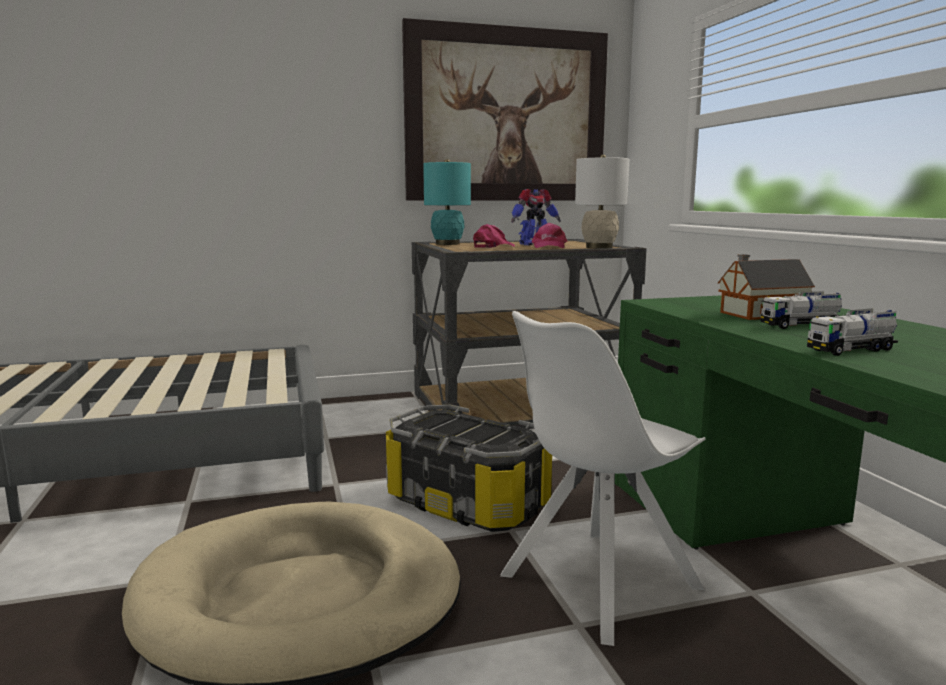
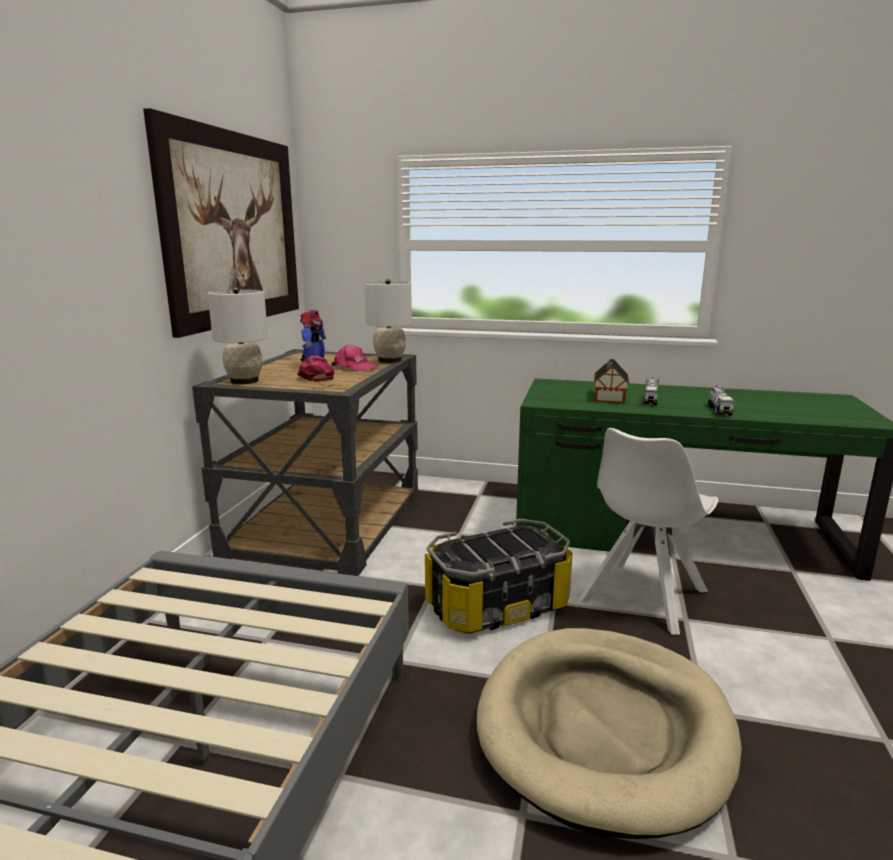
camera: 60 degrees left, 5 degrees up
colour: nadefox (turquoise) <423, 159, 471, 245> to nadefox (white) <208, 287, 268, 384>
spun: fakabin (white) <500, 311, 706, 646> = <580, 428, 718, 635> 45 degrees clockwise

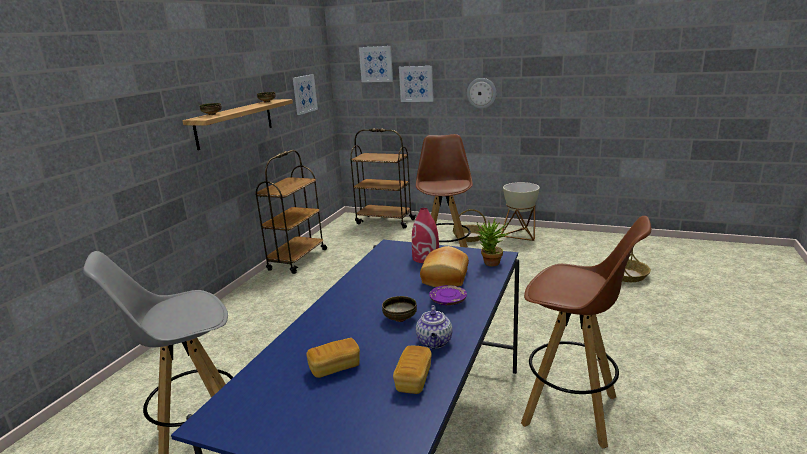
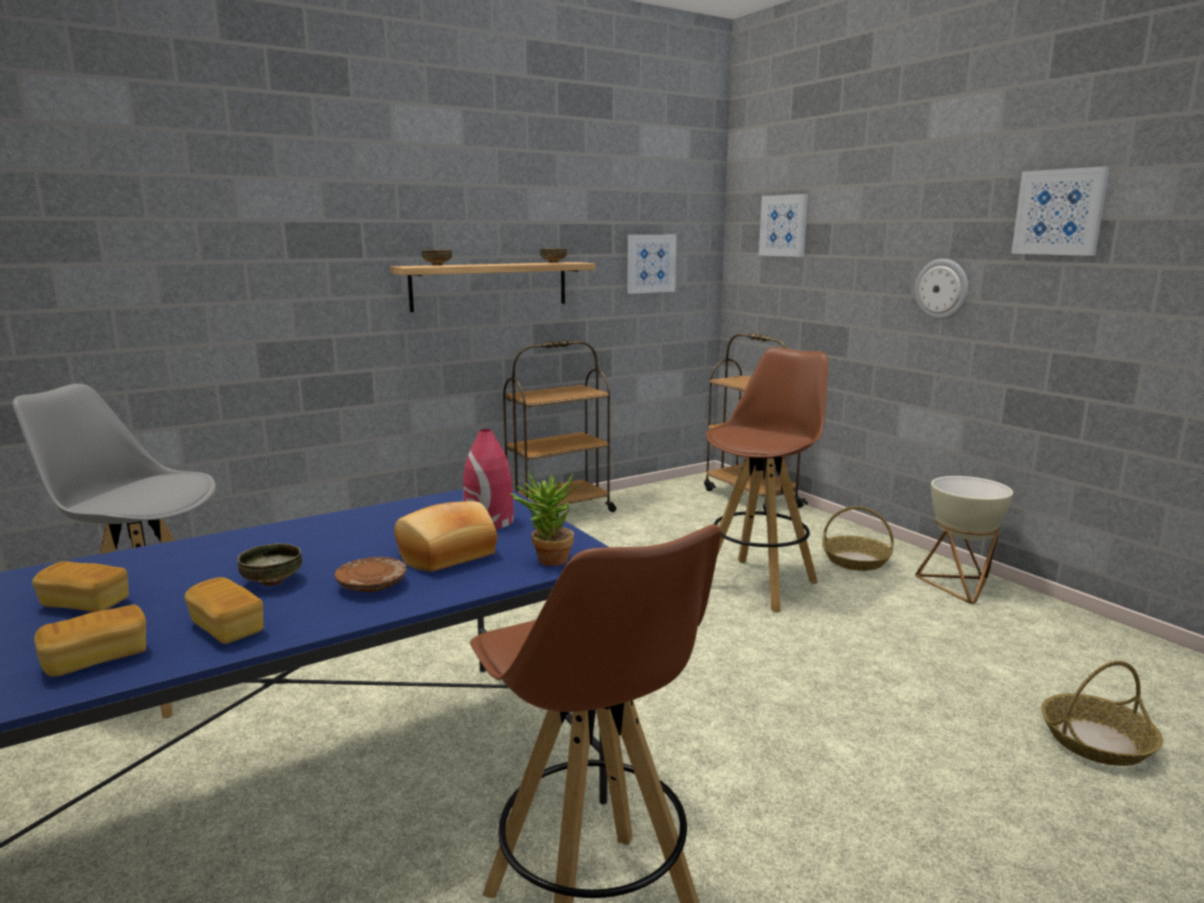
camera: 35 degrees right, 5 degrees down
relocated: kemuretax <399, 66, 434, 102> to <1011, 166, 1110, 256>
exchanged: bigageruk <416, 305, 453, 349> to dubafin <185, 577, 264, 644>
colour: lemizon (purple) <429, 285, 467, 306> to lemizon (brown) <335, 557, 407, 592>

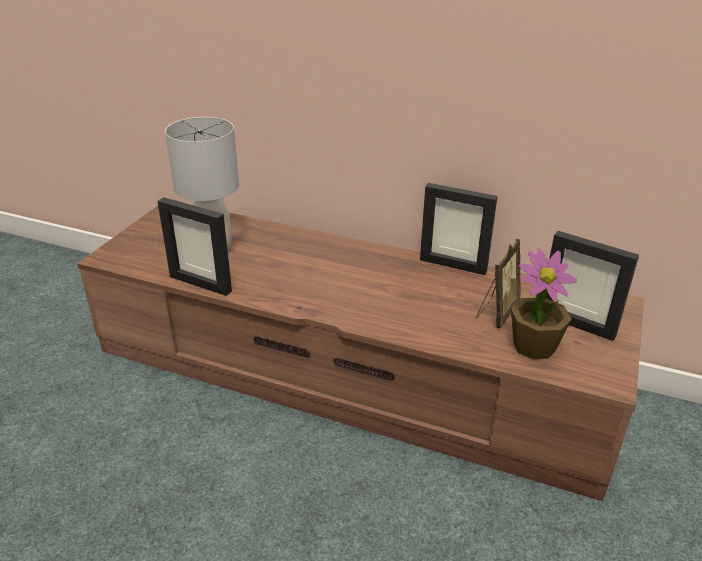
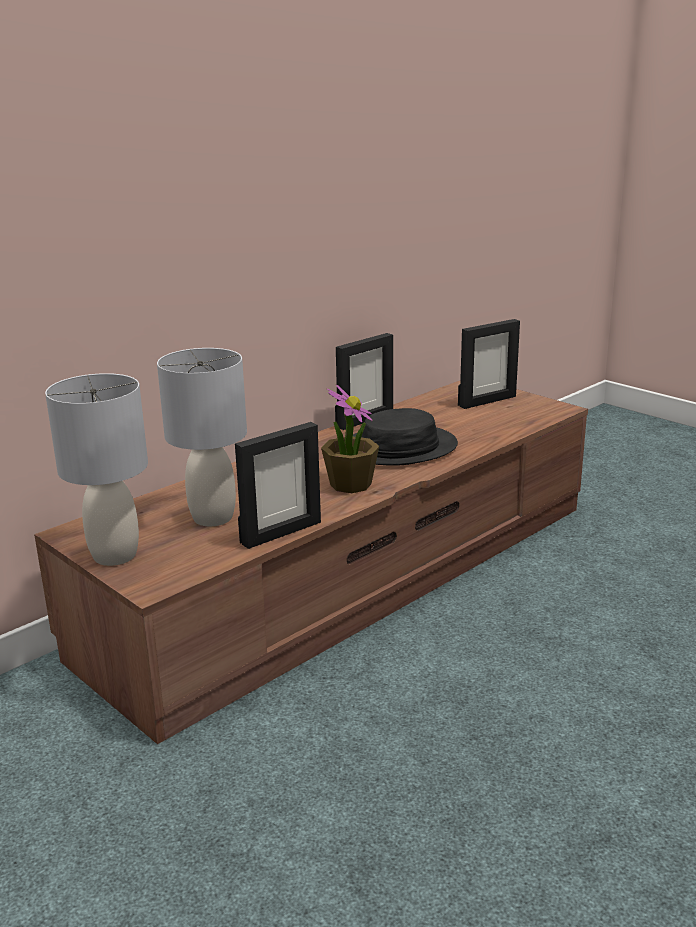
camera: 65 degrees left, 10 degrees down
missing: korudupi <476, 239, 521, 329>
appeared: nadefox (grey) <45, 373, 148, 566>; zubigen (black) <353, 408, 458, 466>
relocated: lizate <511, 248, 577, 359> to <321, 384, 379, 493>

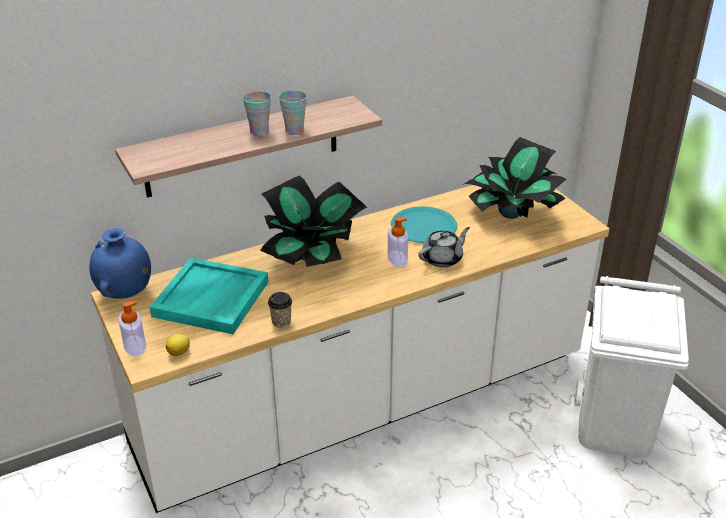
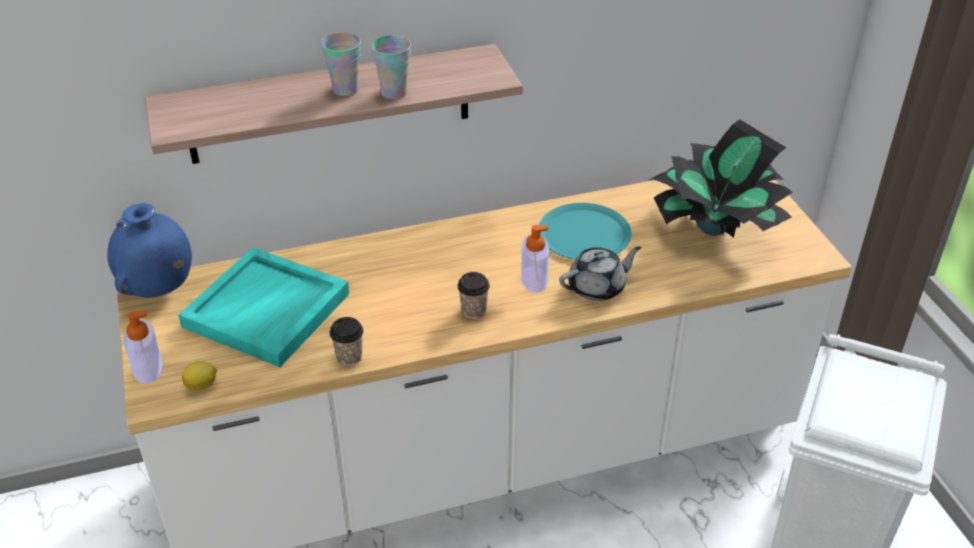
camera: 10 degrees right, 5 degrees up
missing: lizate <260, 175, 368, 267>
appeared: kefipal <457, 272, 490, 319>

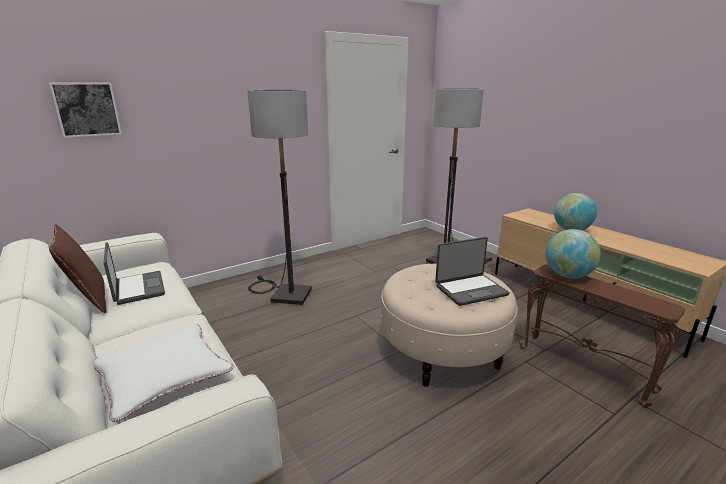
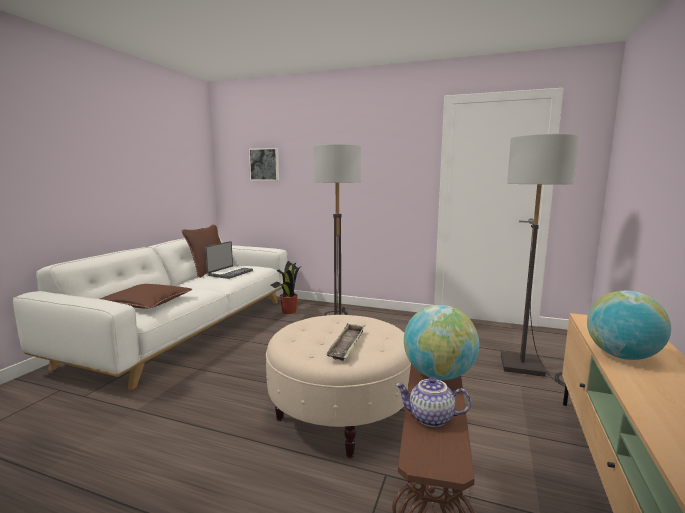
camera: 55 degrees right, 10 degrees down
appeared: lizate <271, 261, 300, 314>; bigageruk <395, 377, 471, 427>
exchanged: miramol <435, 237, 510, 306> to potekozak <326, 323, 364, 361>
colour: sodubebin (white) <93, 324, 233, 422> to sodubebin (brown) <100, 284, 192, 308>

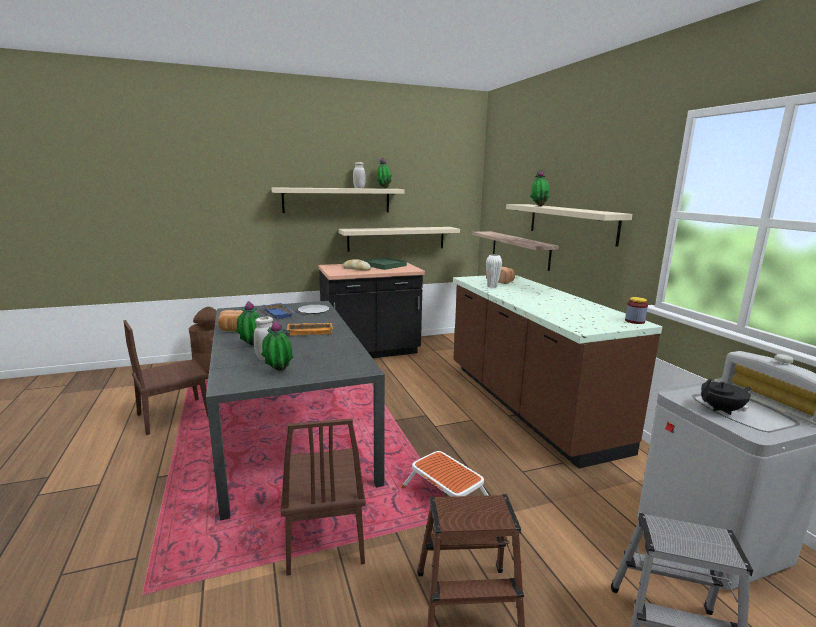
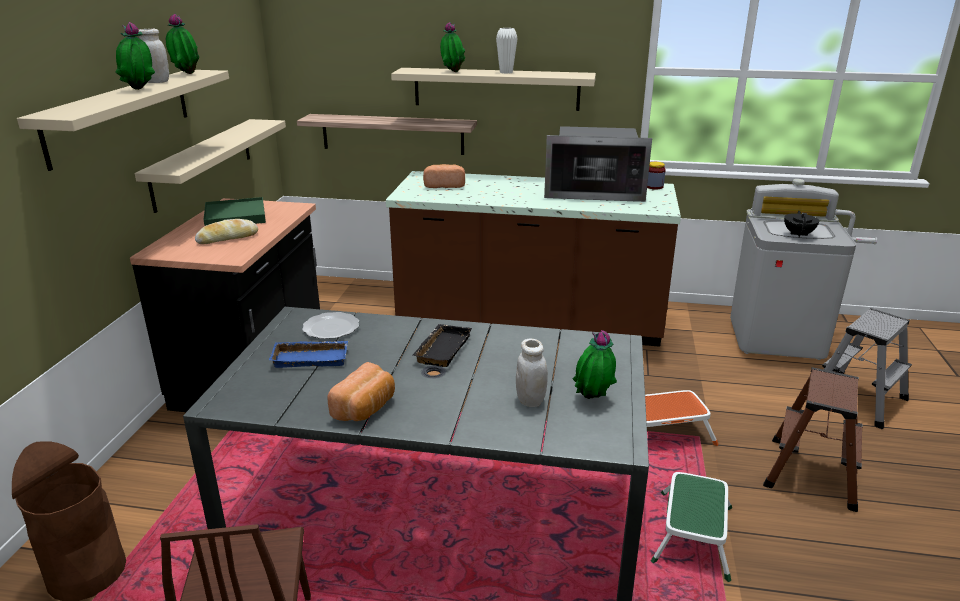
camera: 60 degrees left, 10 degrees up
appeared: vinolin <544, 126, 652, 202>
relocated: lizate <236, 301, 260, 346> to <115, 22, 155, 90>; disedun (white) <486, 255, 502, 288> to <496, 28, 518, 74>
exchanged: fakabin (brown) <281, 418, 366, 575> to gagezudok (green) <651, 472, 732, 582>
colour: potekozak (orange) <287, 323, 333, 335> to potekozak (black) <412, 324, 472, 367>

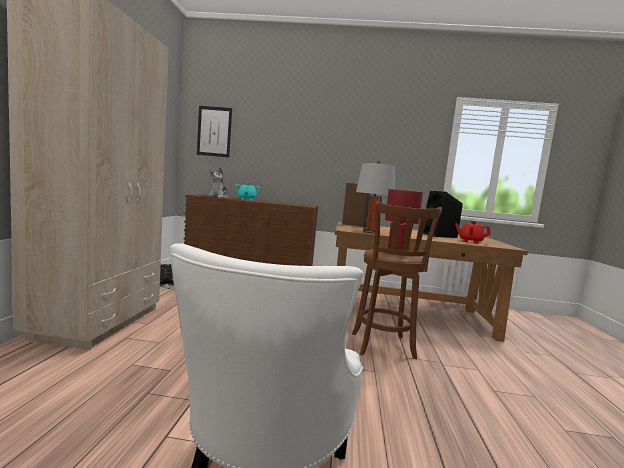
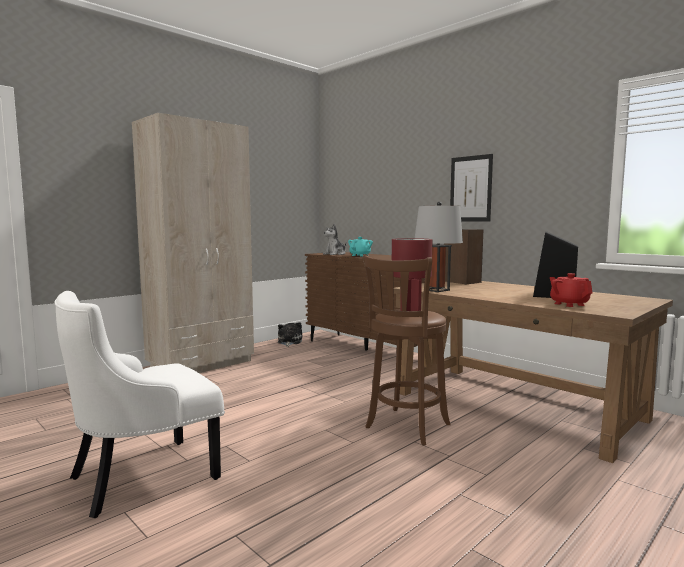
camera: 40 degrees right, 0 degrees up
relocated: kemuretax <197, 106, 232, 157> to <450, 154, 493, 222>

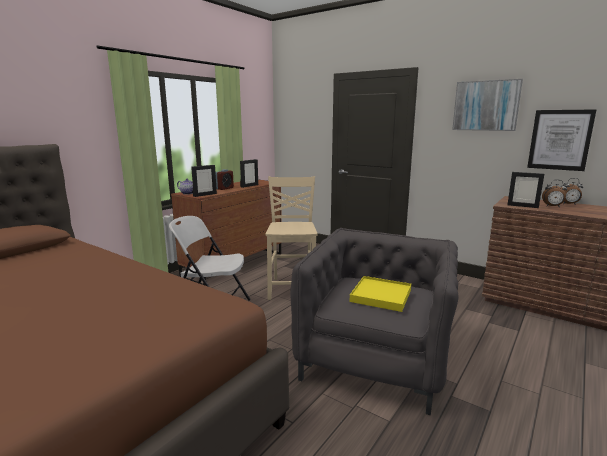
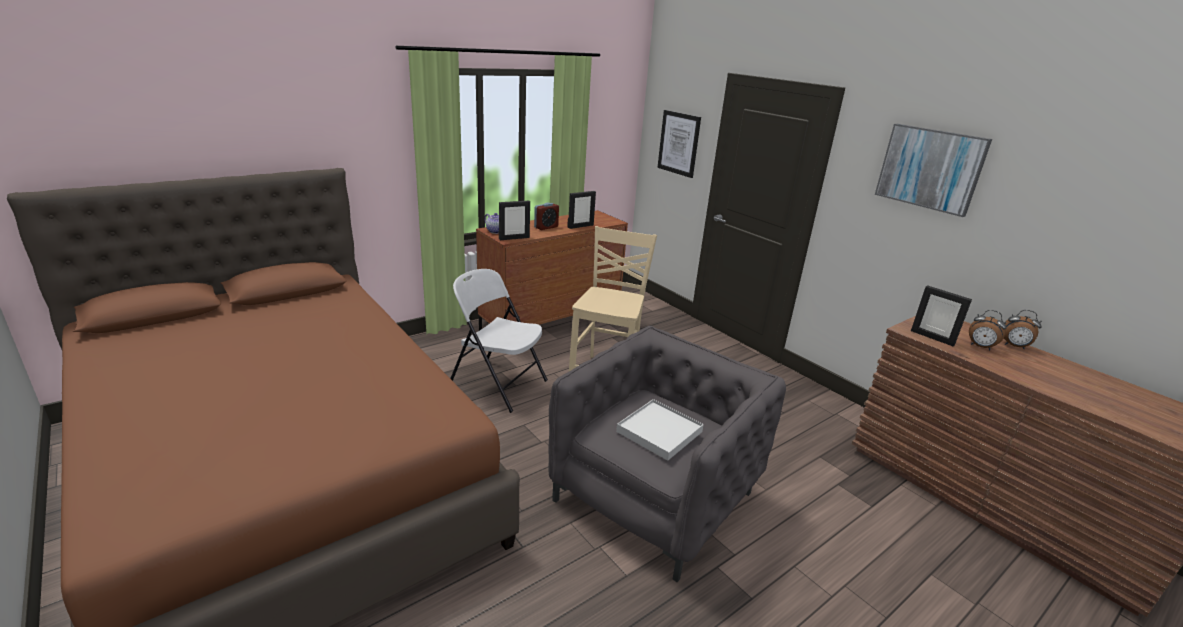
camera: 15 degrees right, 10 degrees up
relocated: kemuretax <527, 109, 596, 171> to <657, 110, 701, 178>
colour: potekozak (yellow) <350, 276, 411, 312> to potekozak (white) <616, 399, 704, 461>

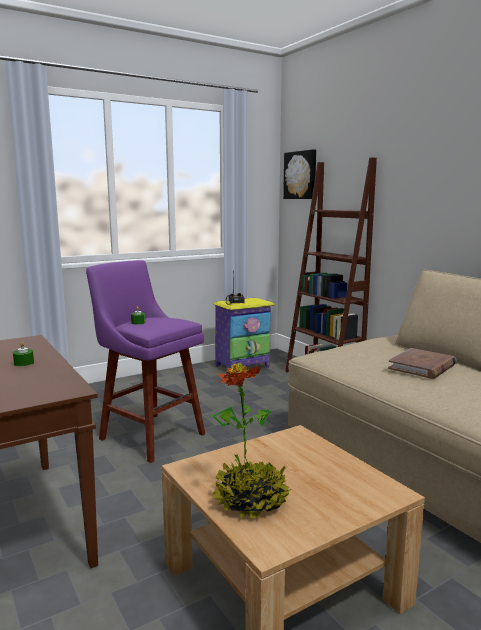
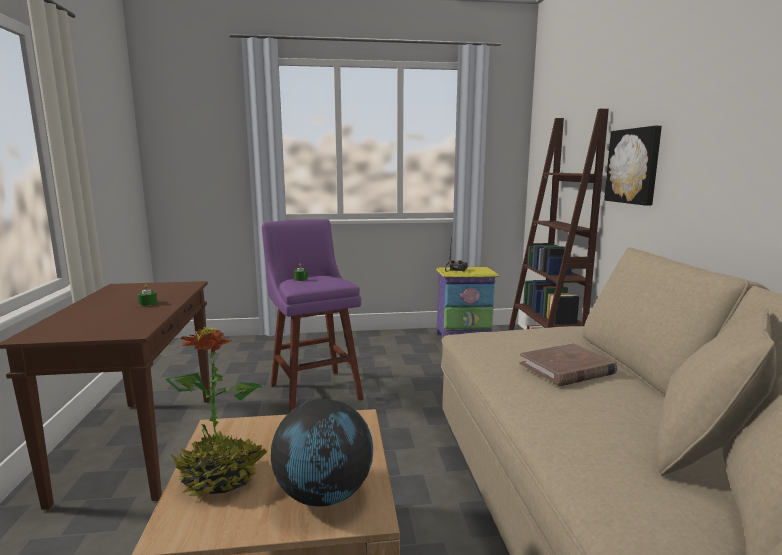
camera: 25 degrees right, 0 degrees up
appeared: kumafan <271, 399, 373, 507>
relocated: kemuretax <283, 149, 316, 199> to <604, 126, 662, 206>

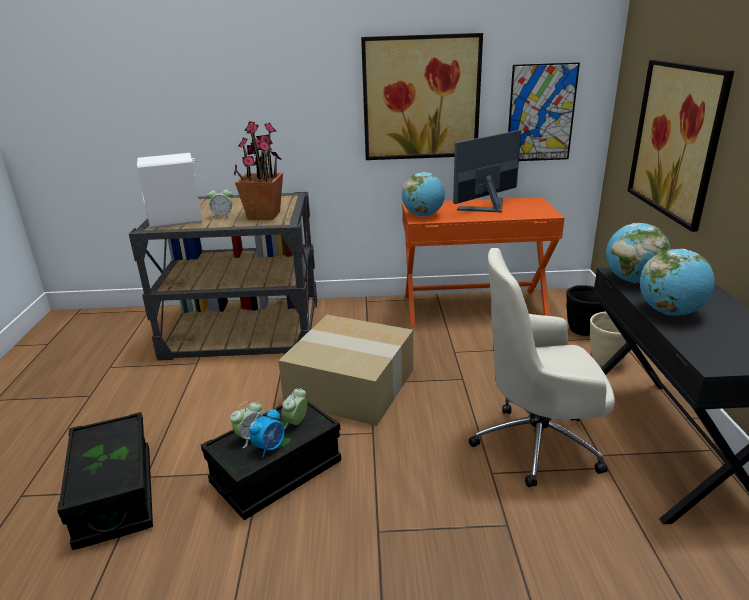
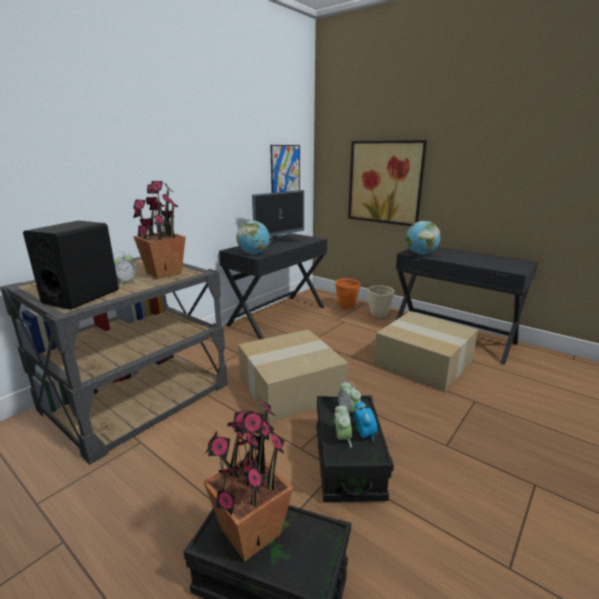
camera: 50 degrees left, 5 degrees down
missing: kemuretax <361, 33, 483, 160>; kumafan <640, 249, 715, 315>
appeared: lizate <204, 398, 293, 561>
exchanged: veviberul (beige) <469, 248, 615, 487> to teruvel <374, 311, 478, 392>
colour: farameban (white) <137, 153, 202, 229> to farameban (black) <23, 221, 119, 310>; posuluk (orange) <402, 197, 565, 326> to posuluk (black) <219, 233, 327, 339>; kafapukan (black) <566, 285, 605, 336> to kafapukan (orange) <335, 278, 360, 309>
spun: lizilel <453, 130, 521, 212> = <252, 190, 304, 245> 135 degrees counterclockwise

